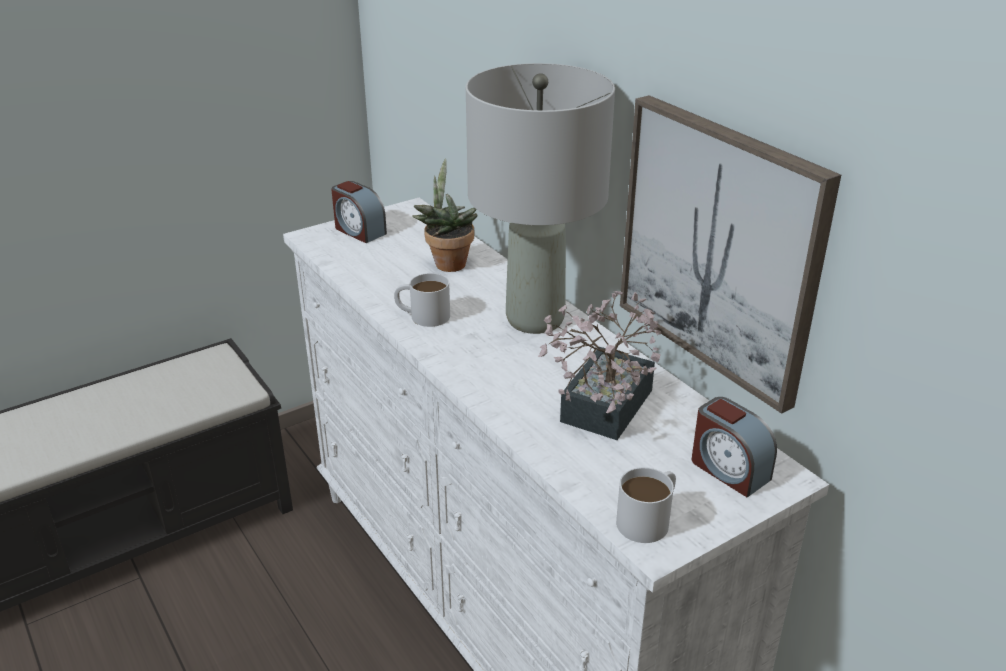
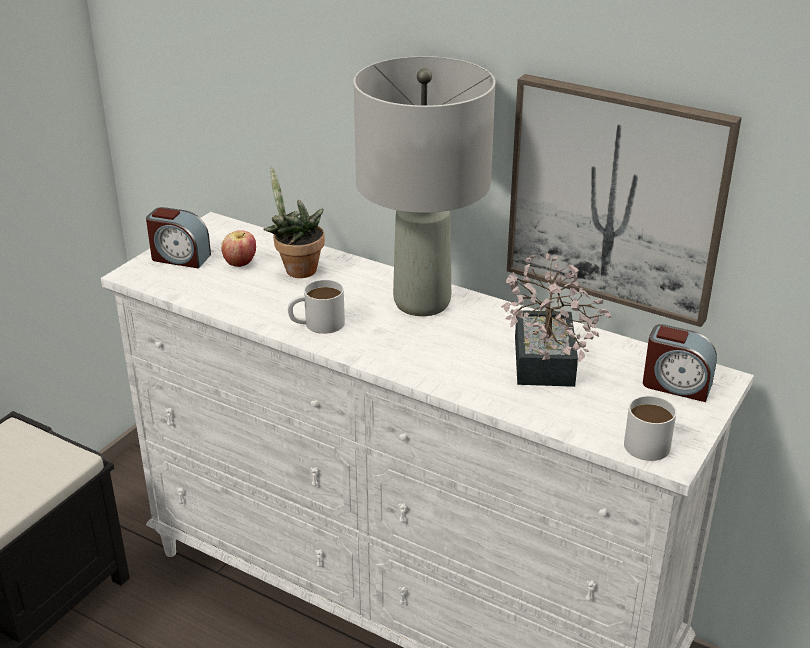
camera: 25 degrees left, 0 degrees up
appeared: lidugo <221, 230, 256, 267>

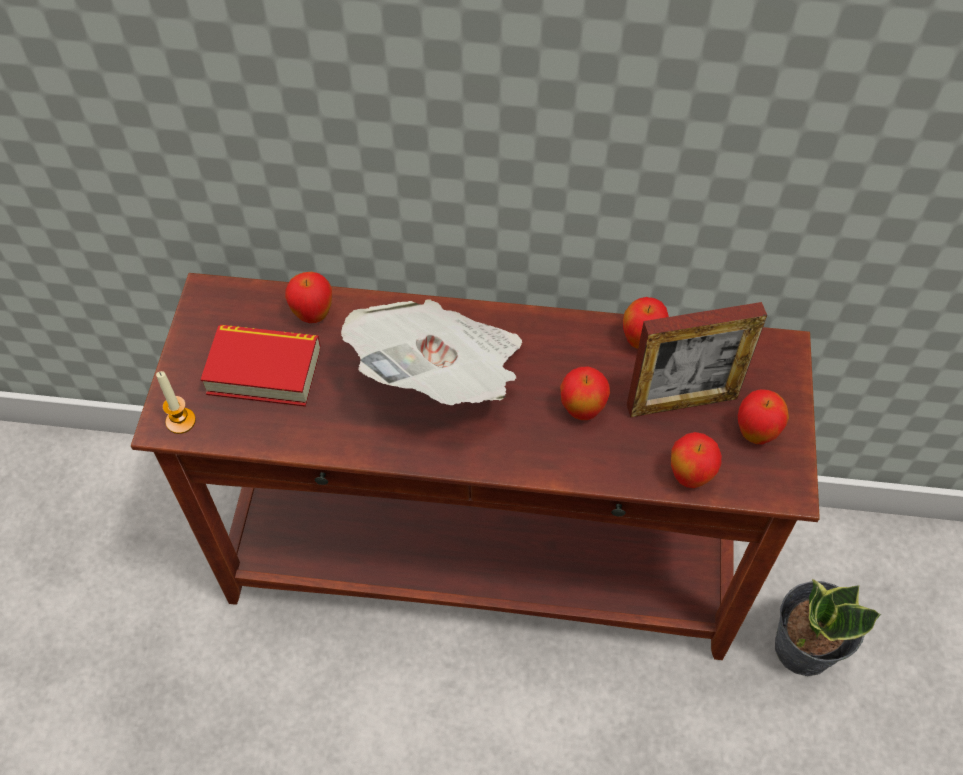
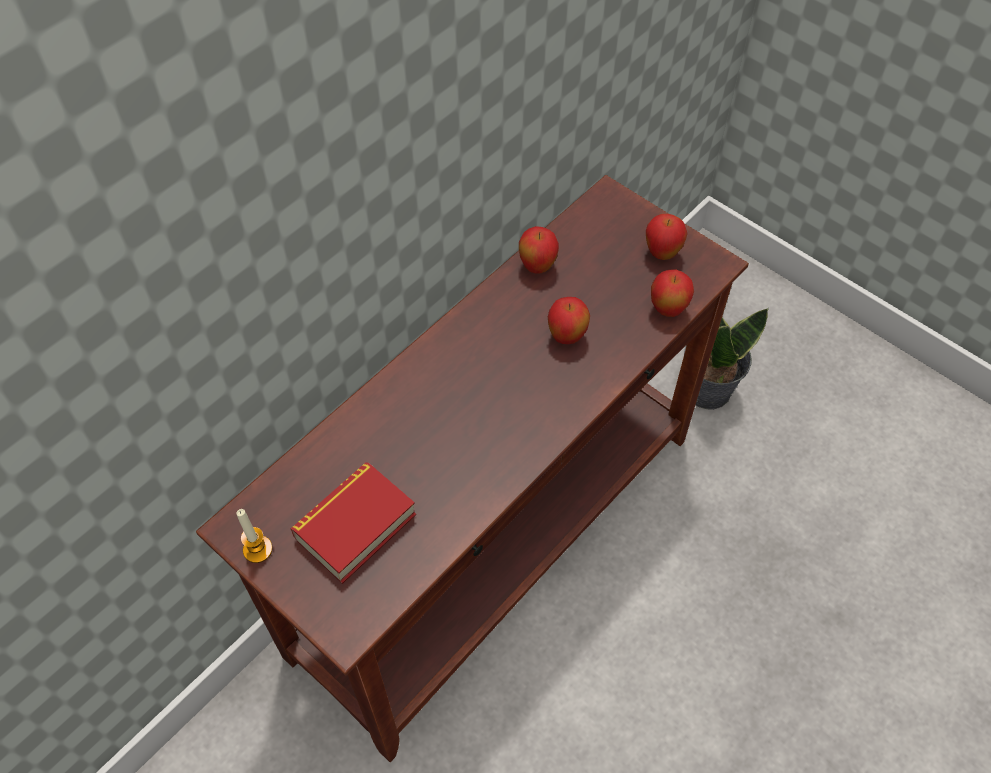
camera: 55 degrees left, 0 degrees up
missing: lidugo <285, 272, 332, 323>; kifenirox <341, 299, 522, 405>; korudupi <627, 302, 767, 417>
relocated: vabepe <156, 371, 196, 434> to <236, 509, 273, 563>

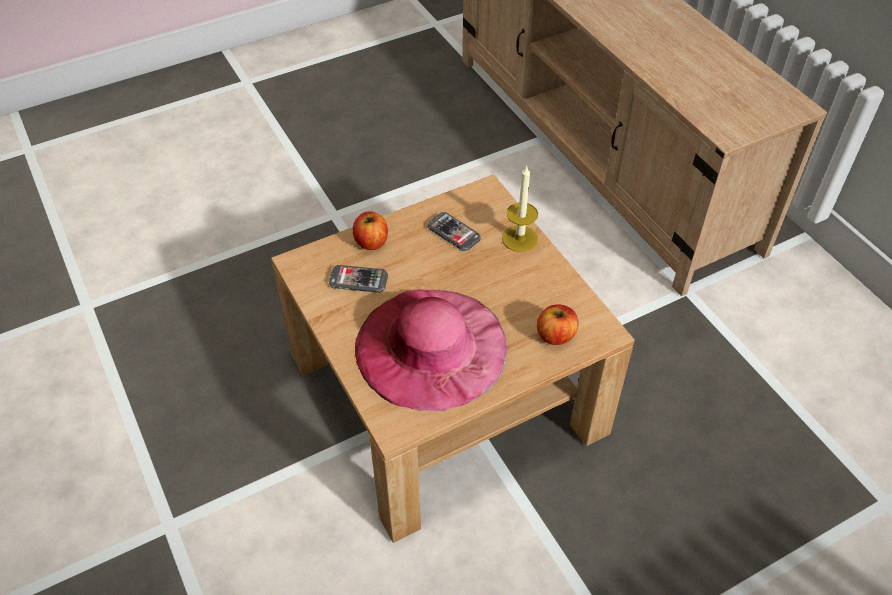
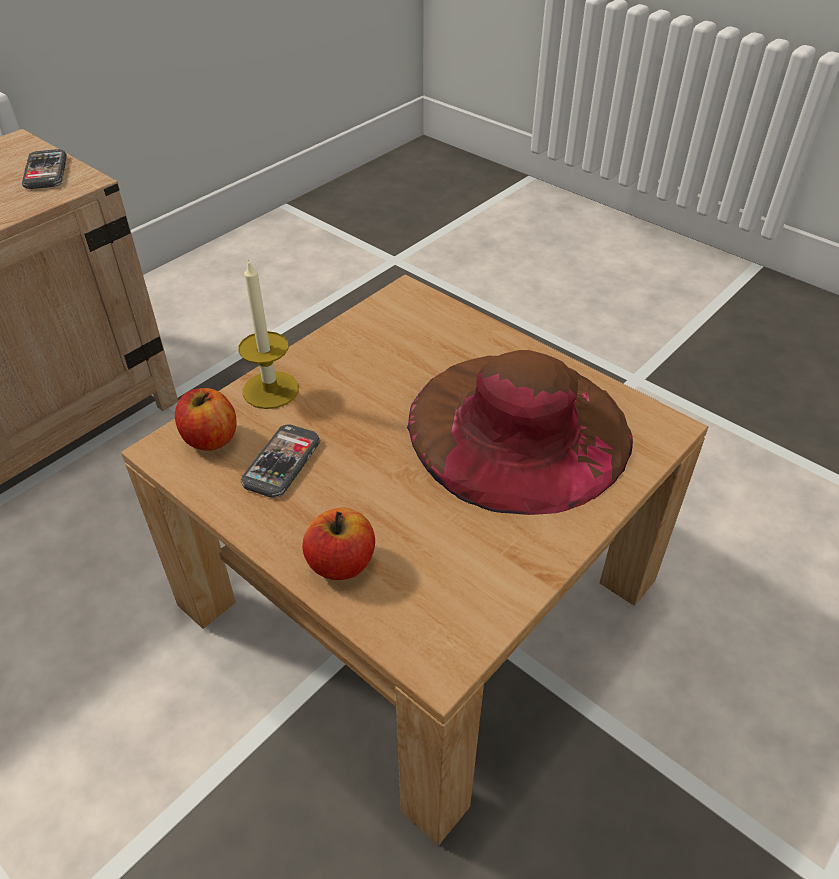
camera: 110 degrees left, 5 degrees down
relocated: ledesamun <329, 265, 388, 293> to <22, 149, 67, 189>; lidugo <537, 304, 578, 345> to <175, 388, 237, 451>
colour: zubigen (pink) <355, 289, 507, 411> to zubigen (brown) <407, 350, 633, 515>

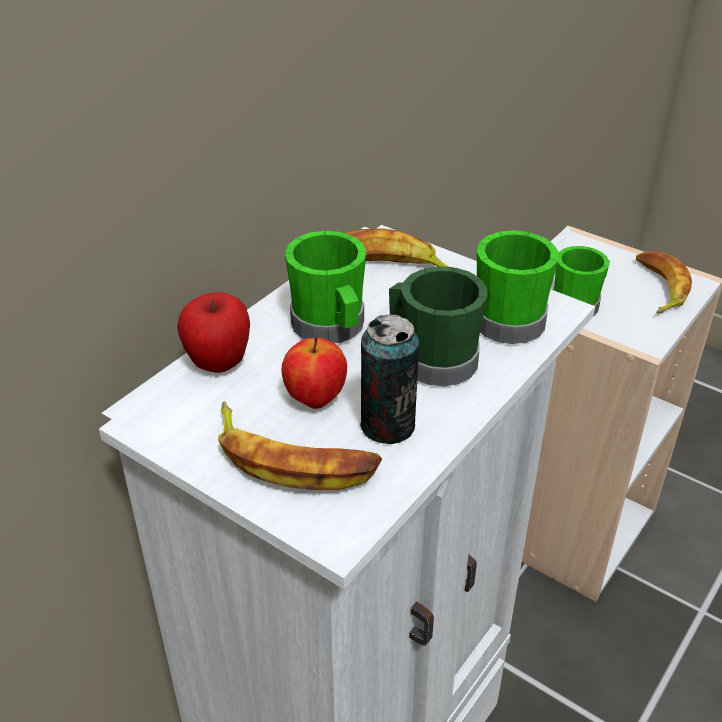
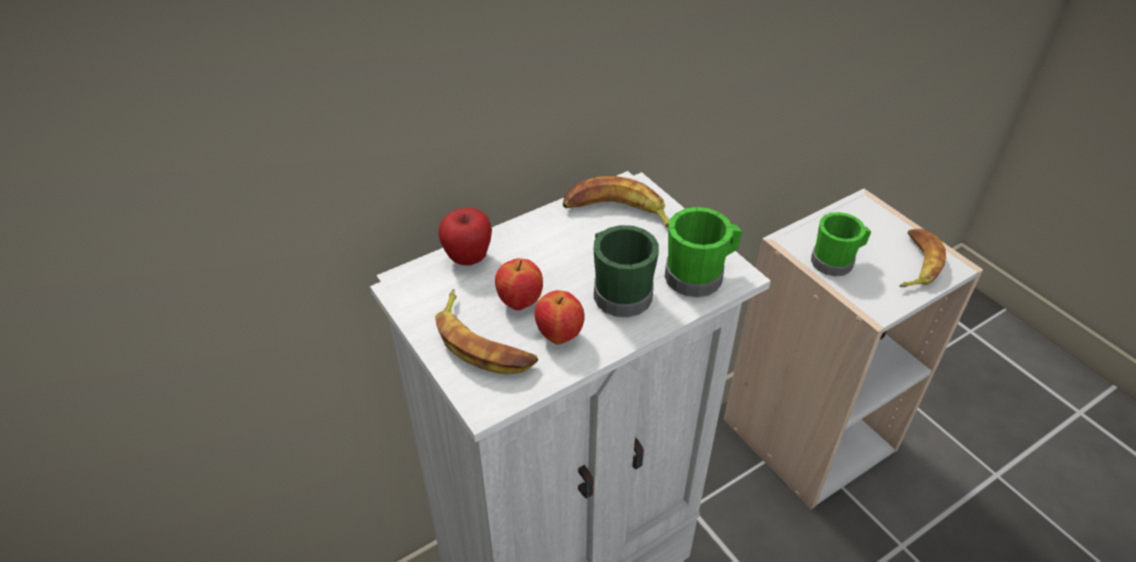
camera: 20 degrees right, 5 degrees up
missing: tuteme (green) <285, 231, 366, 343>
exchanged: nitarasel <360, 315, 419, 444> to lidugo <535, 290, 585, 344>

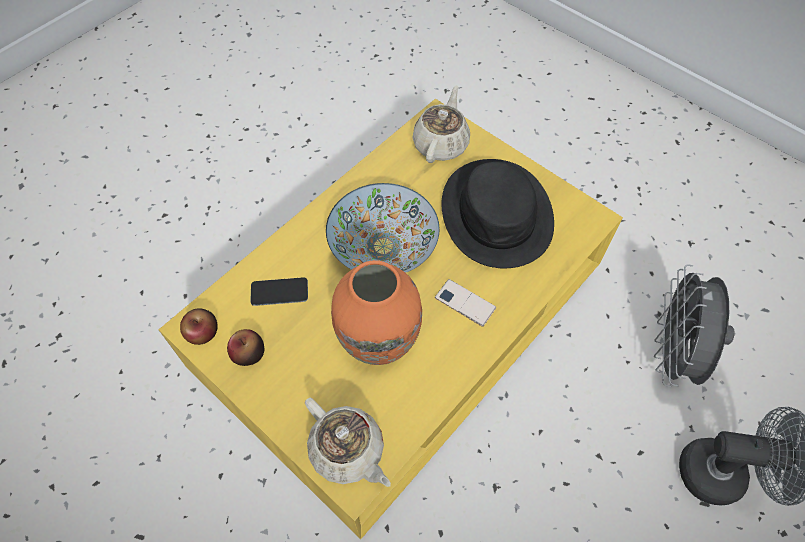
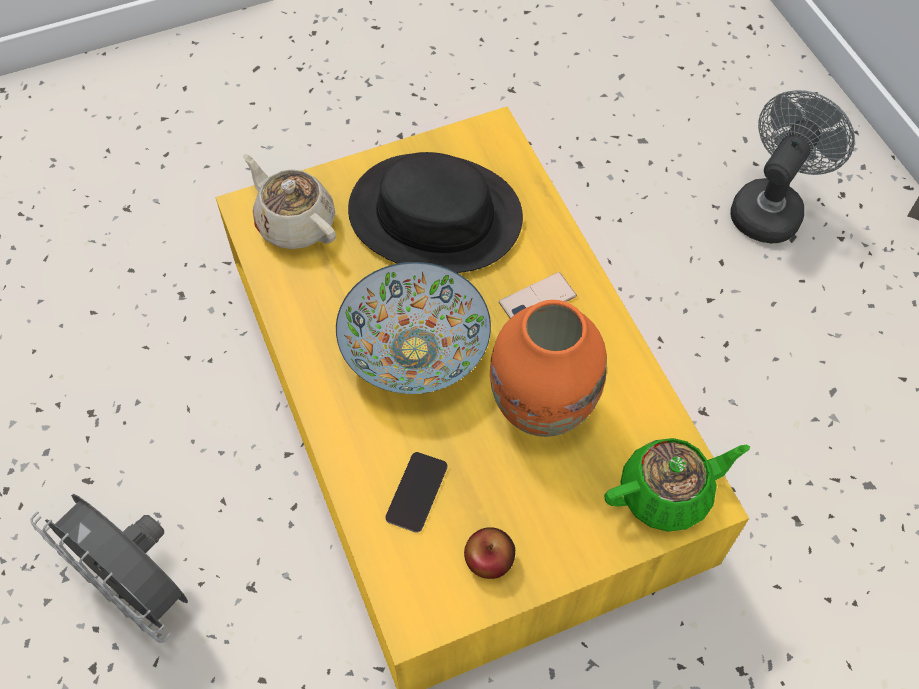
camera: 65 degrees left, 0 degrees up
missing: lidugo <180, 309, 218, 345>
relocated: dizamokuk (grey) <654, 264, 735, 387> to <30, 494, 188, 643>
colour: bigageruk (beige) <305, 398, 391, 487> to bigageruk (green) <604, 438, 750, 532>

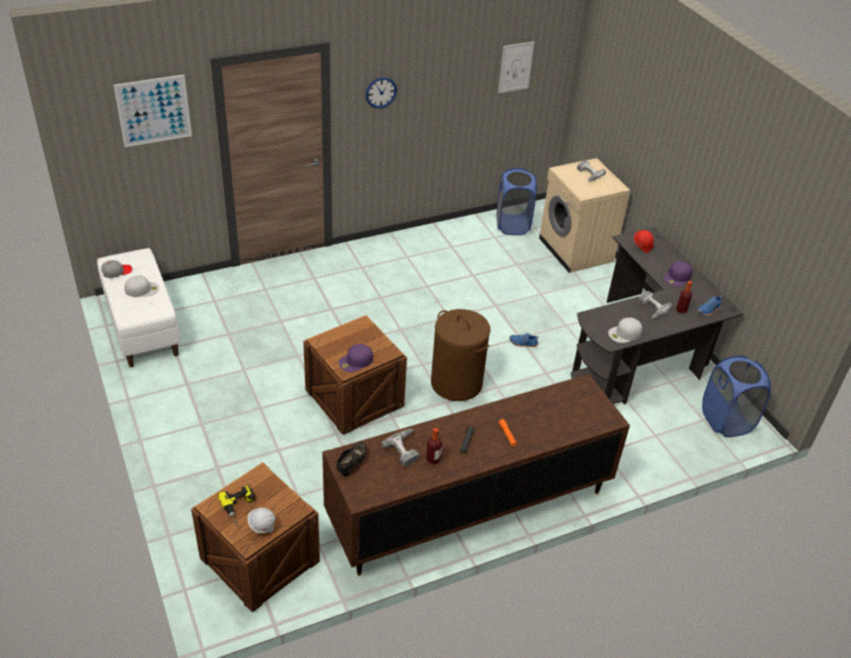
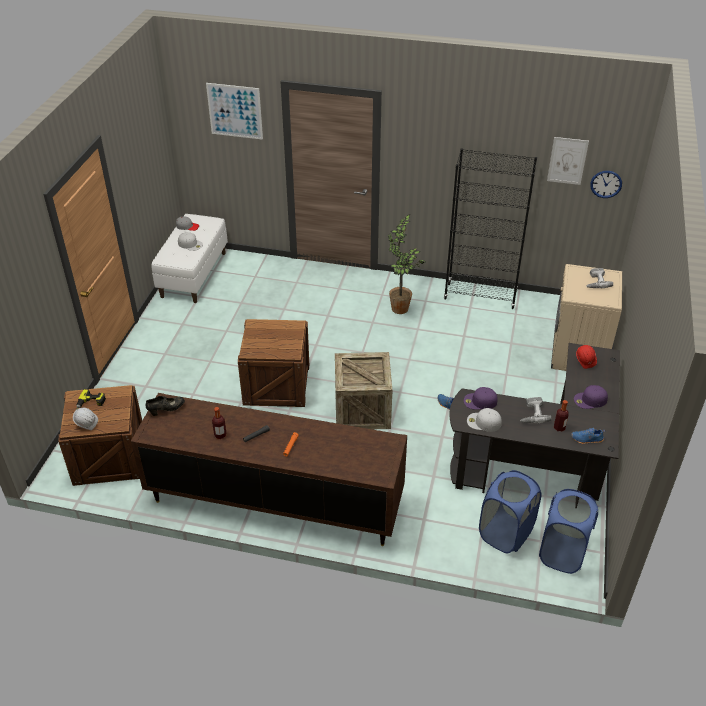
camera: 40 degrees right, 0 degrees up
missing: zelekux <381, 429, 419, 467>
appeared: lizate <388, 214, 426, 314>; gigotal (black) <444, 149, 537, 309>
relocated: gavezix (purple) <339, 344, 373, 372> to <464, 387, 498, 410>; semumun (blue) <497, 168, 537, 235> to <479, 470, 541, 553>; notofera <366, 77, 397, 108> to <590, 171, 622, 198>
exchanged: semumun (brown) <431, 309, 491, 401> to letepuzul <335, 352, 392, 429>

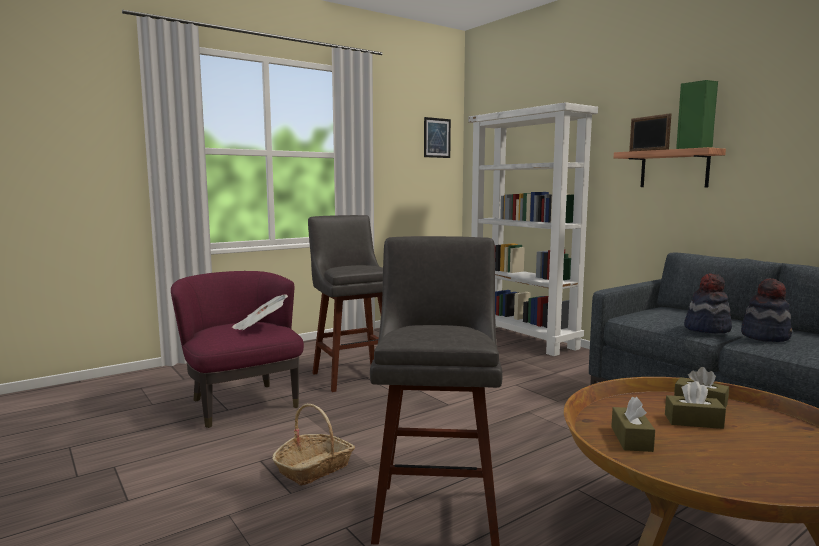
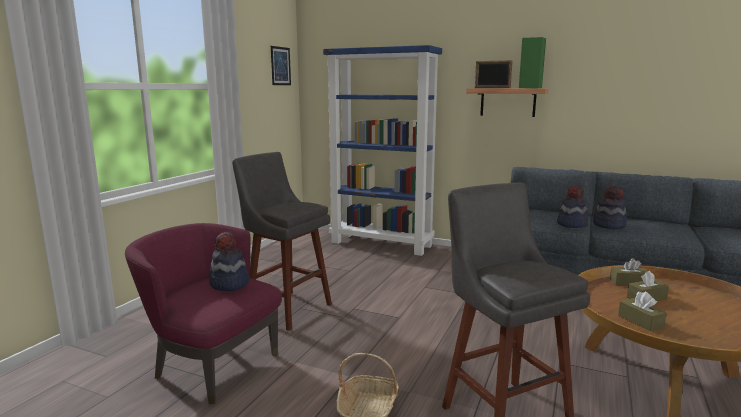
camera: 30 degrees left, 5 degrees up
exchanged: kifenirox <232, 294, 288, 330> to zubigen <209, 232, 249, 291>
colour: gigotal (white) <468, 102, 598, 356> to gigotal (blue) <323, 45, 442, 256>

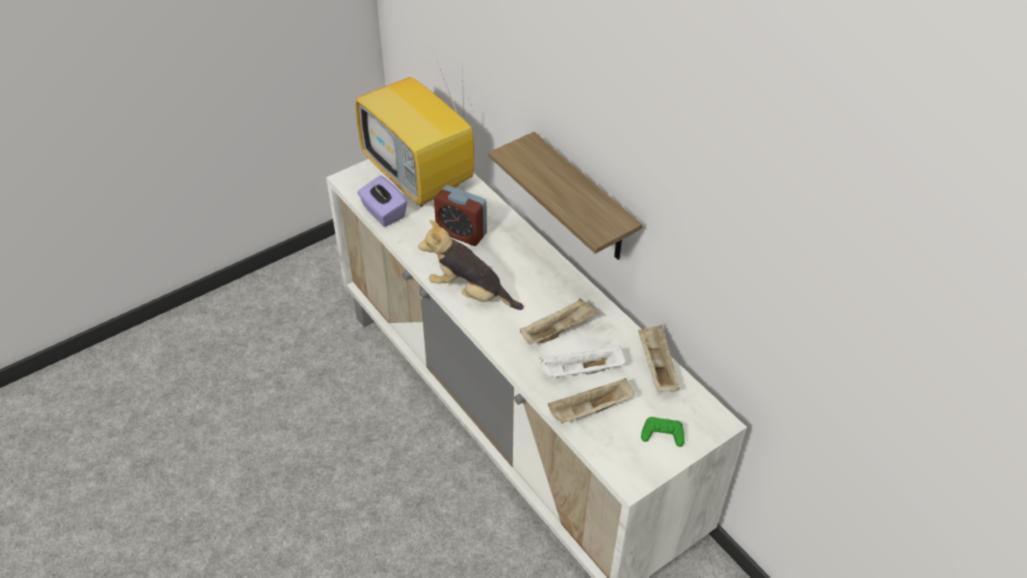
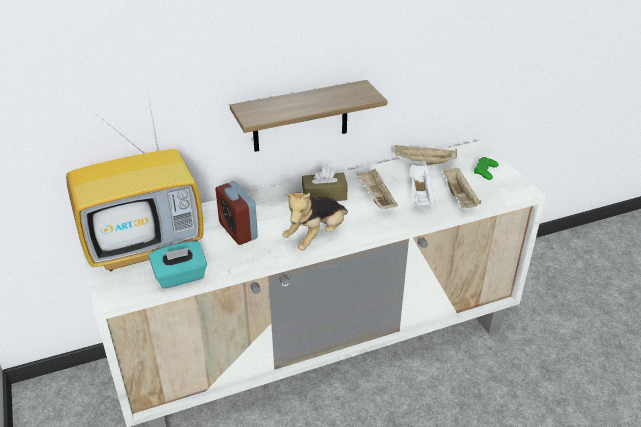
camera: 75 degrees left, 10 degrees down
appeared: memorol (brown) <302, 166, 348, 201>
colour: memorol (purple) <357, 176, 407, 227> to memorol (turquoise) <148, 241, 207, 289>
spun: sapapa <434, 185, 487, 246> = <215, 181, 258, 245> 105 degrees clockwise

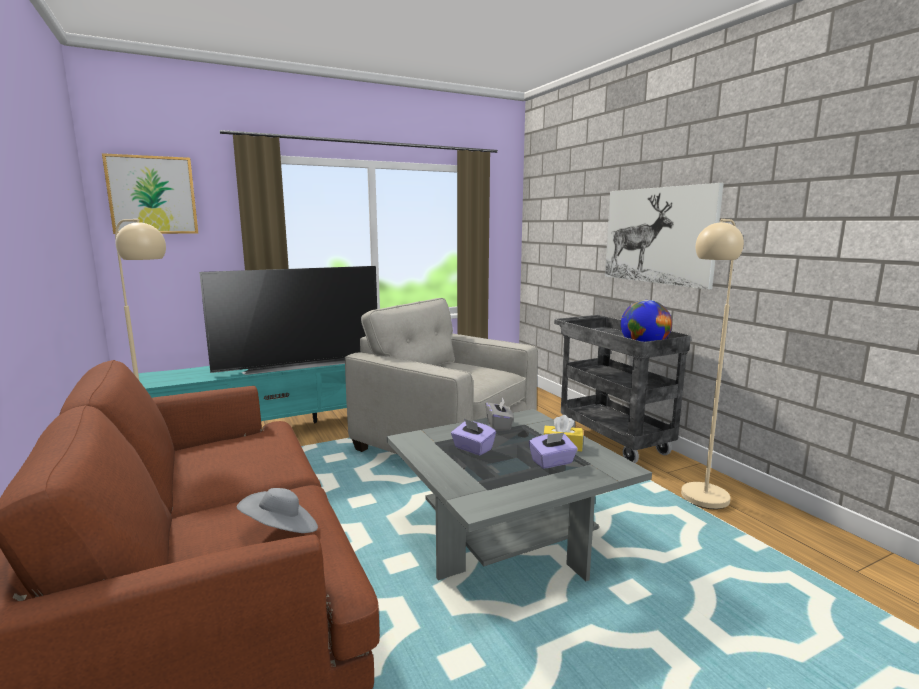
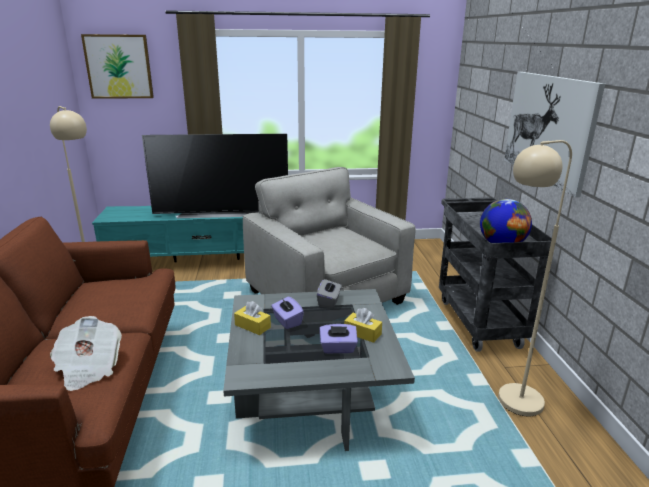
camera: 20 degrees right, 10 degrees up
appeared: memorol (yellow) <234, 301, 271, 335>
exchanged: zubigen (grey) <236, 488, 318, 533> to kifenirox <50, 316, 122, 391>

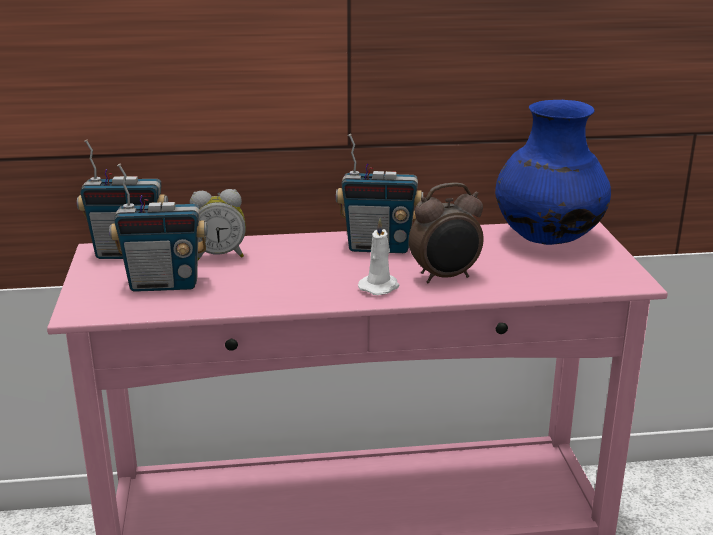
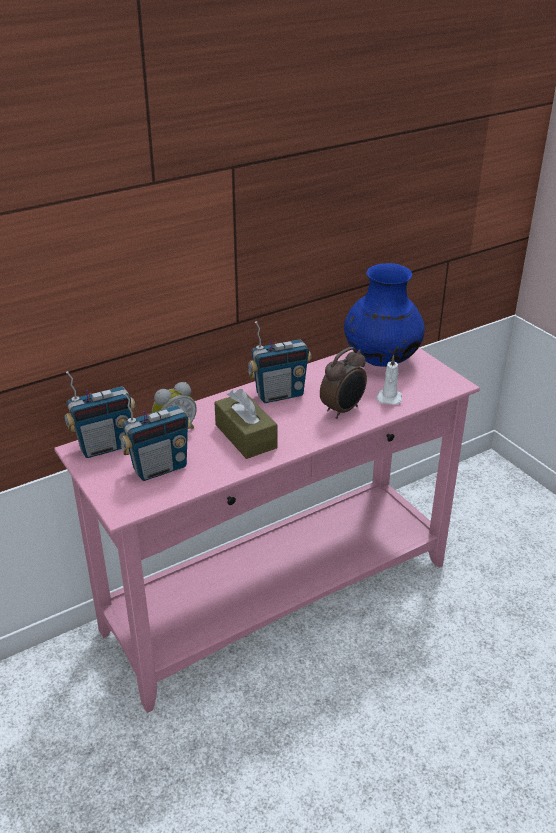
camera: 25 degrees left, 10 degrees up
appeared: memorol (brown) <214, 389, 278, 459>
relocated: vabepe (white) <358, 218, 400, 295> to <376, 355, 402, 405>

